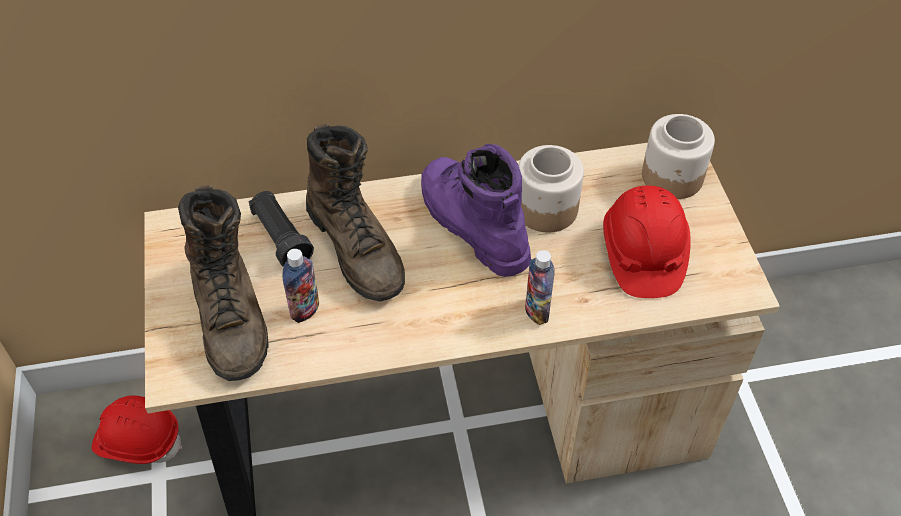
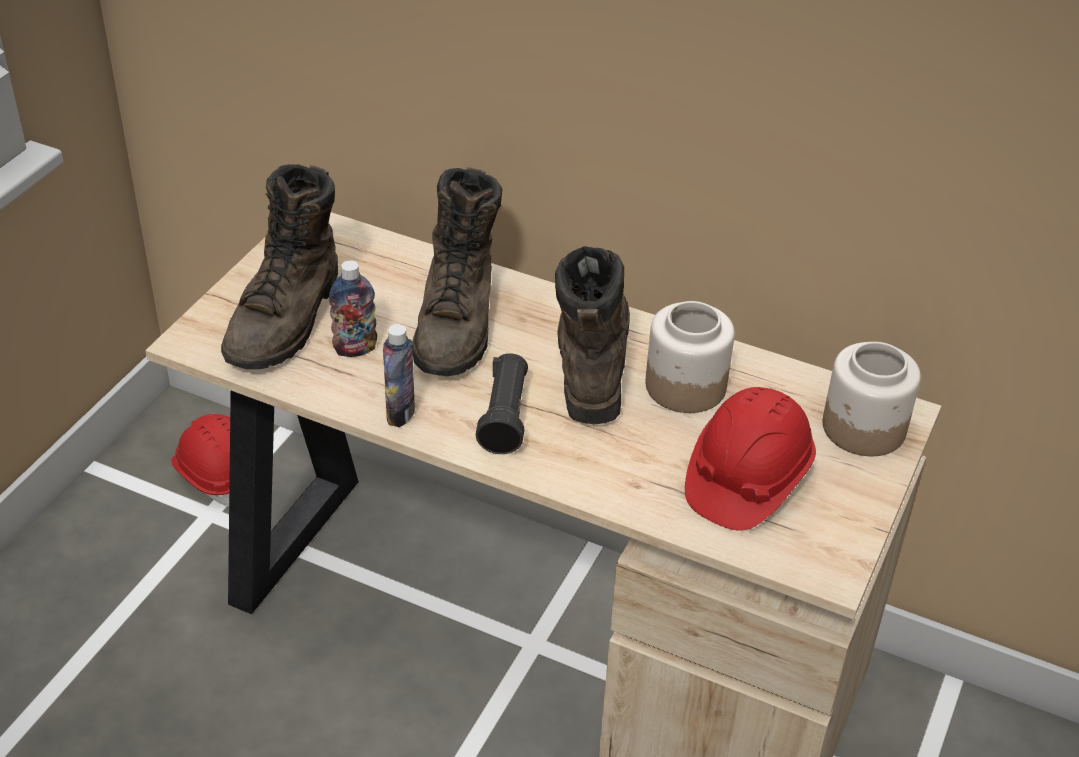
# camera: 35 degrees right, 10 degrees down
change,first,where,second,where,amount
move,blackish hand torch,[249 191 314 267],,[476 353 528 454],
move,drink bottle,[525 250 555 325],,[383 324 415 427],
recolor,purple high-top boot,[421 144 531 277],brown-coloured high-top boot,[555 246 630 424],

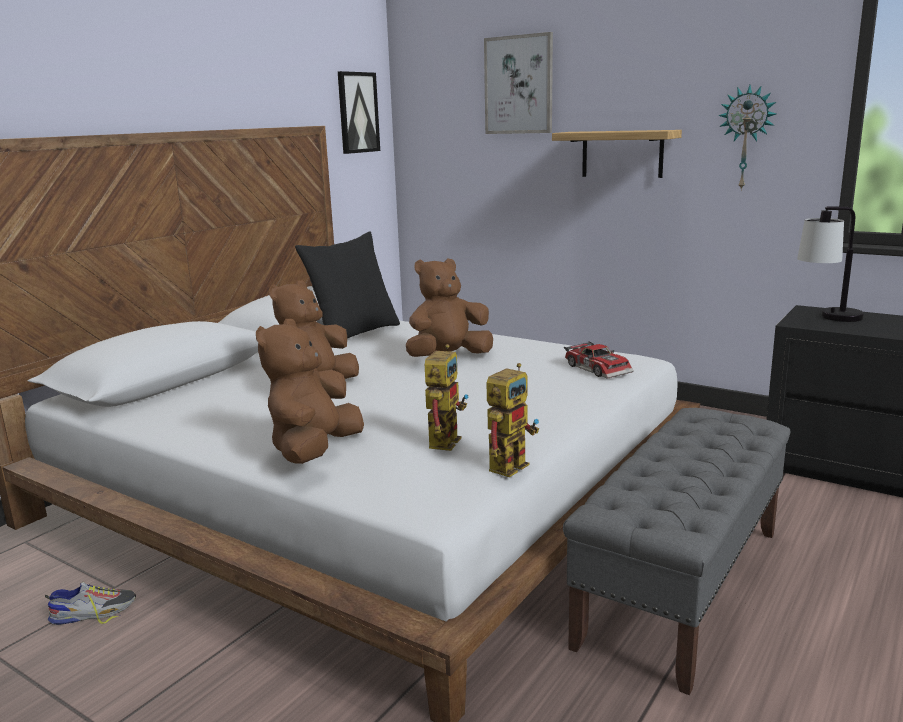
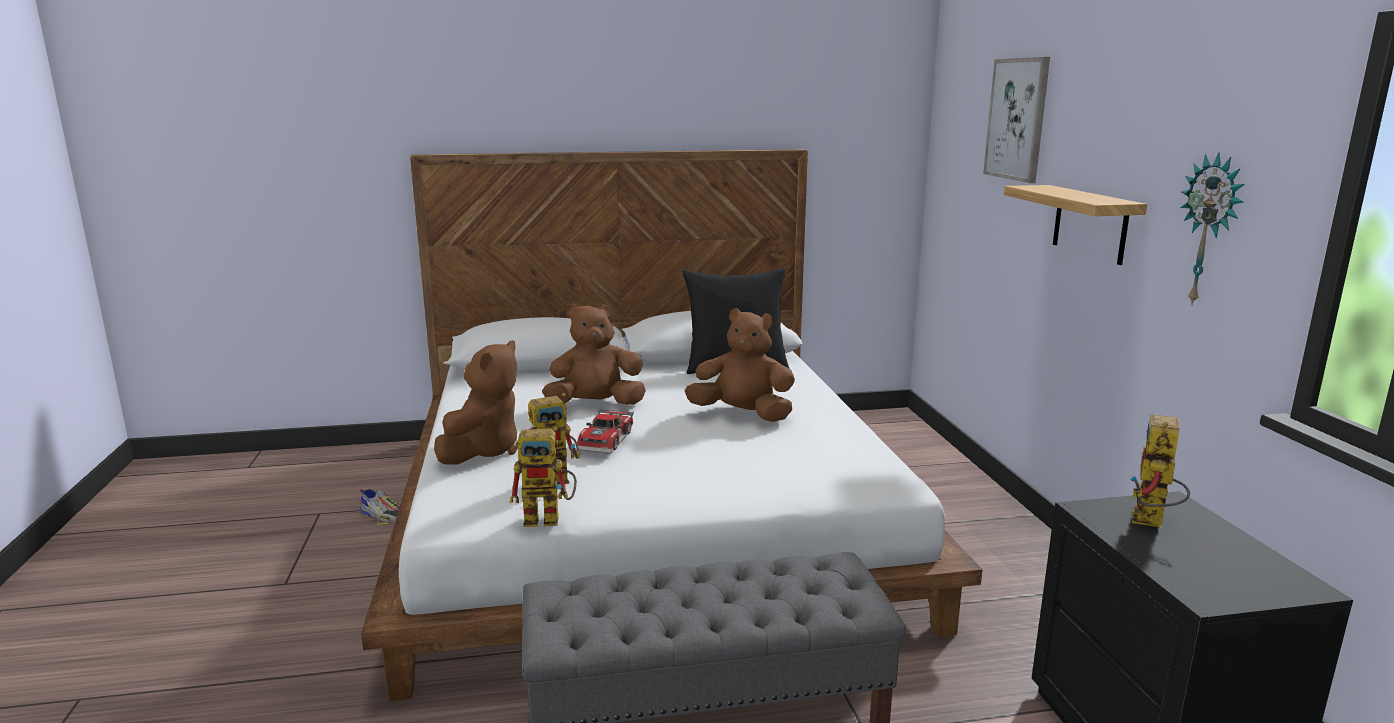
# camera: 45 degrees right, 0 degrees up
change,first,where,second,where,amount
delete,picture,[338 71 380 154],,,
move,model car,[564 341 634 379],,[575 409 634 454],
replace,tabletop lamp,[797 206 864 322],model robot,[1130 414 1190 527],
rotate,brown-coloured cuddly toy,[256 319 364 464],,[434 340 517 465],135 degrees clockwise

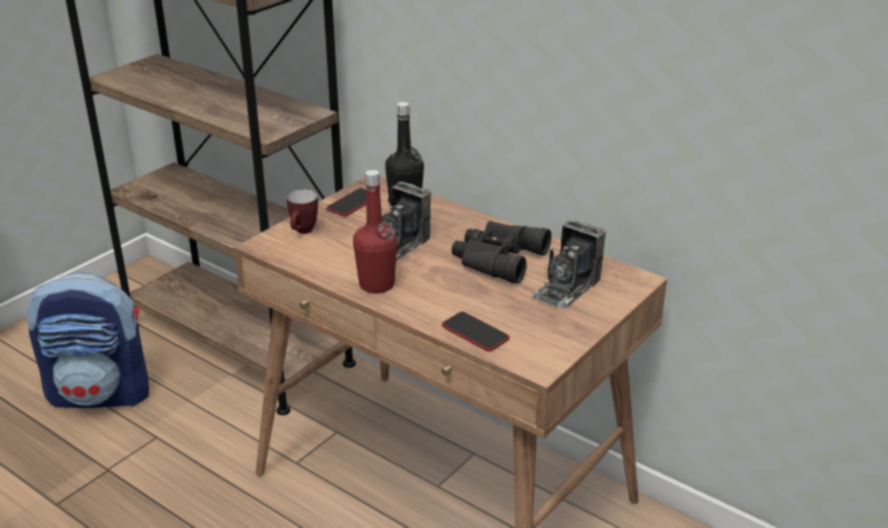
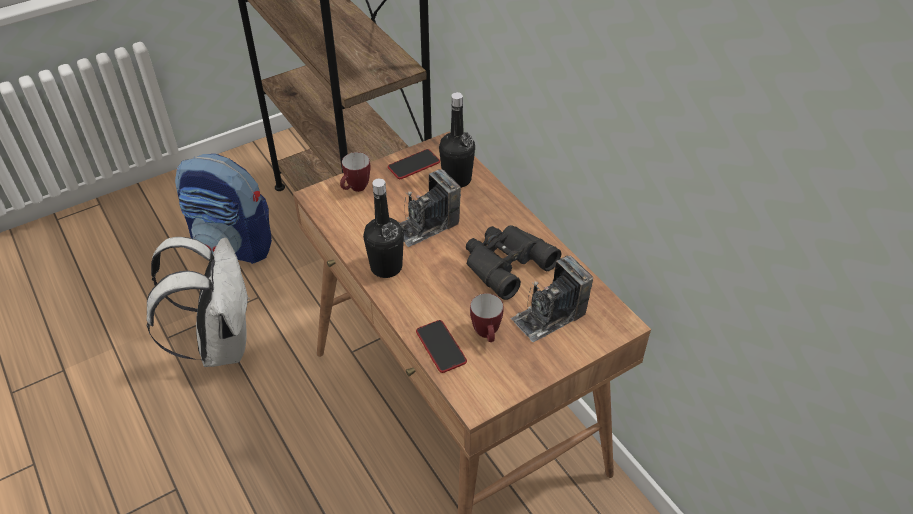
# camera: 20 degrees right, 15 degrees up
change,first,where,second,where,amount
insert,,,white-coloured rucksack,[146 237 250 367],
insert,,,tea mug,[470 293 503 342],
recolor,reddish drink bottle,[353 170 397 293],blackish drink bottle,[363 178 404 278],

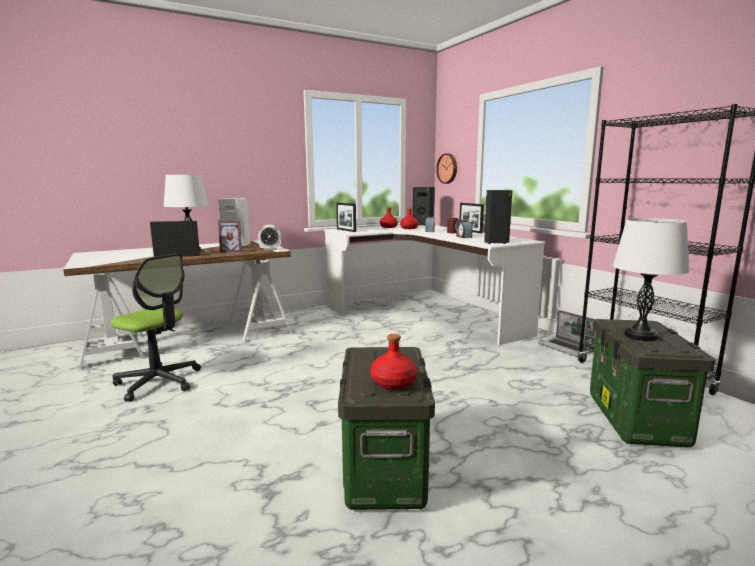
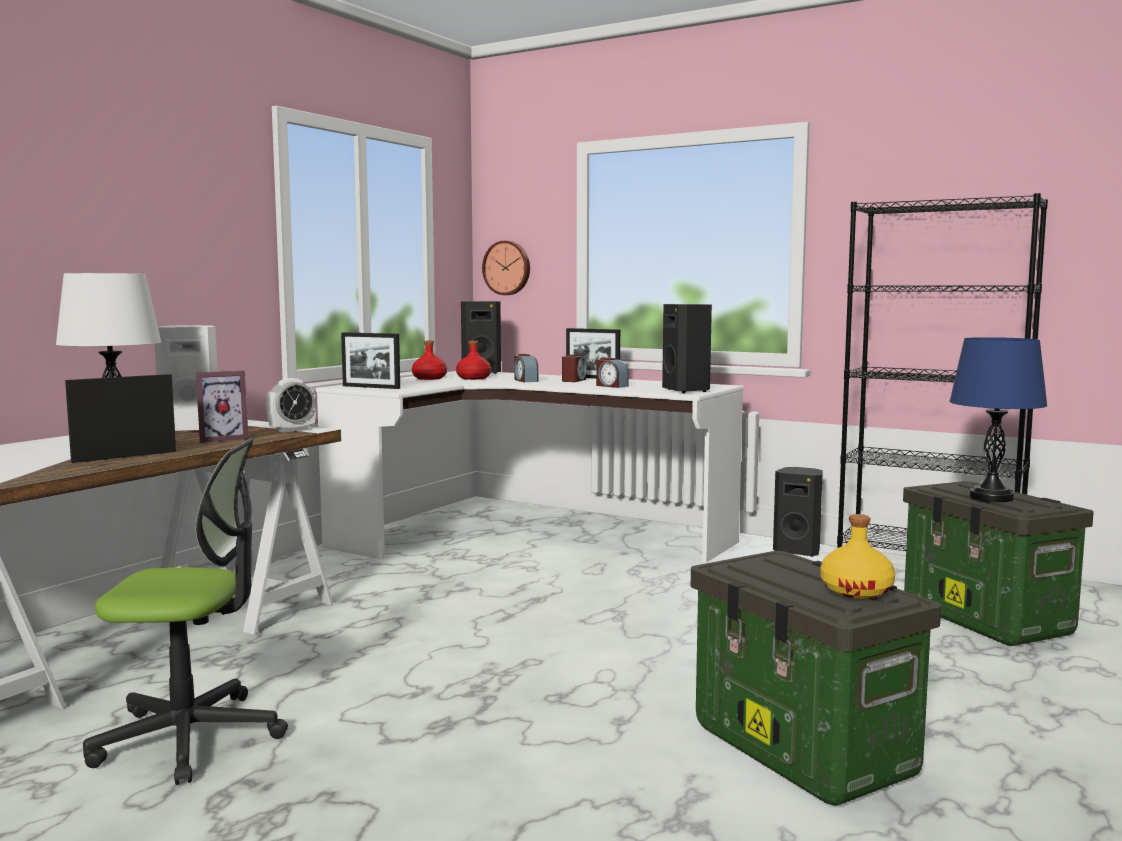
# camera: 30 degrees left, 5 degrees down
change,first,where,second,where,amount
replace,laptop,[538 310 596 357],blackish audio speaker,[773 467 823 557],
recolor,reddish drink bottle,[370 334 417 390],yellow drink bottle,[820 514 895 599],
recolor,white-coloured tabletop lamp,[613 218 689 341],blue-coloured tabletop lamp,[949 337 1047 502],

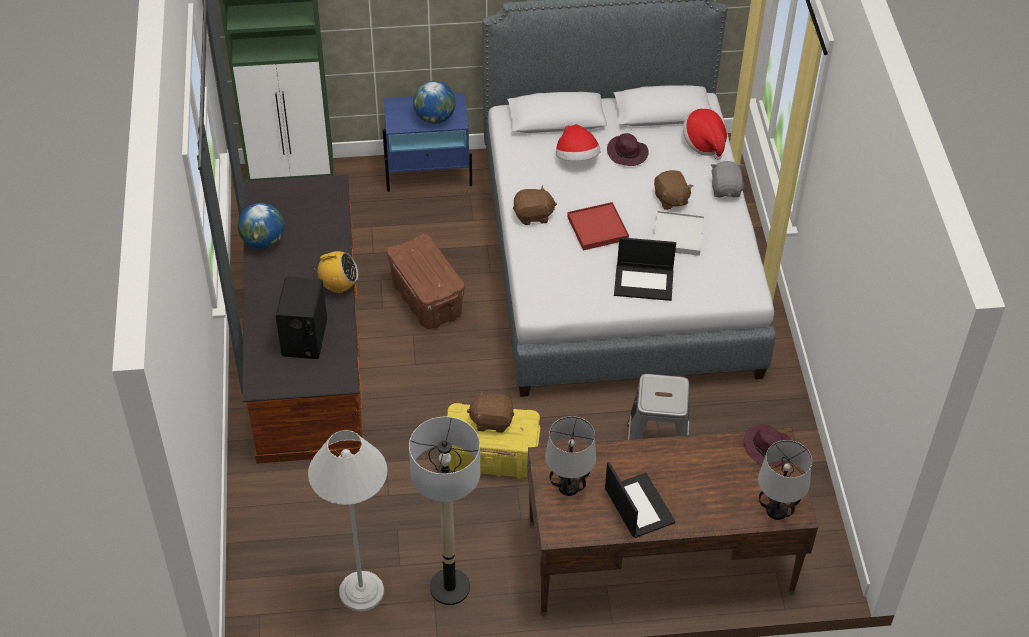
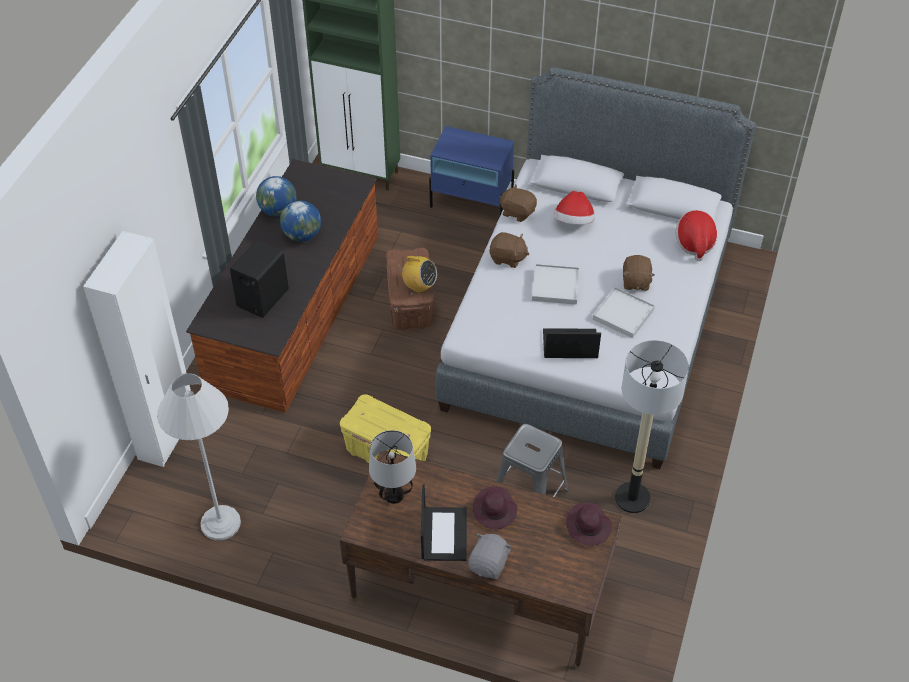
# camera: 25 degrees right, 0 degrees up
change,first,where,second,where,amount
delete,tabletop lamp,[758 440 812 520],,,
insert,,,white-coloured clothes cupboard,[83 231 191 467],
move,radio,[314 251 358 294],,[398 256 437 293],
move,standard lamp,[409 417 480 605],,[615 340 689 513],
move,world globe,[413 81 456 124],,[280 201 321 242],
move,brown-coloured cuddly toy,[467 390 514 433],,[499 185 537 222],
move,purple hat,[607 133 649 166],,[473 487 517 529],
move,gray cuddly toy,[711 161 744 197],,[468 533 512 579],
recolor,reddish tray,[567 202 629 250],white-coloured tray,[532 264 580 305],
rotate,laptop,[614 237 676 301],,[543 328 601 358],150 degrees clockwise

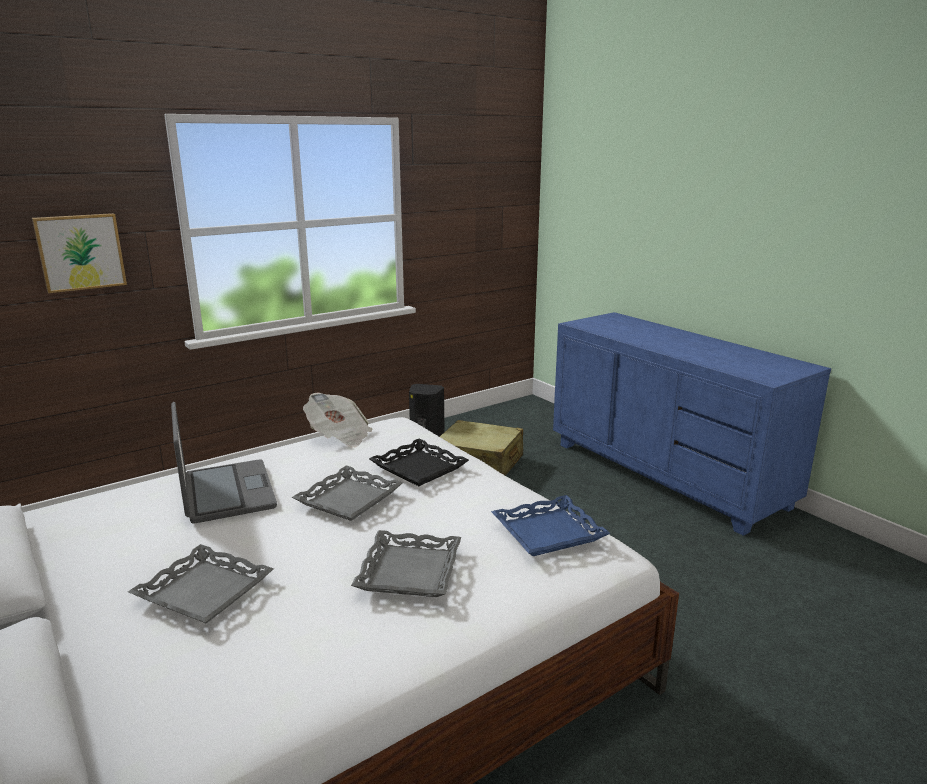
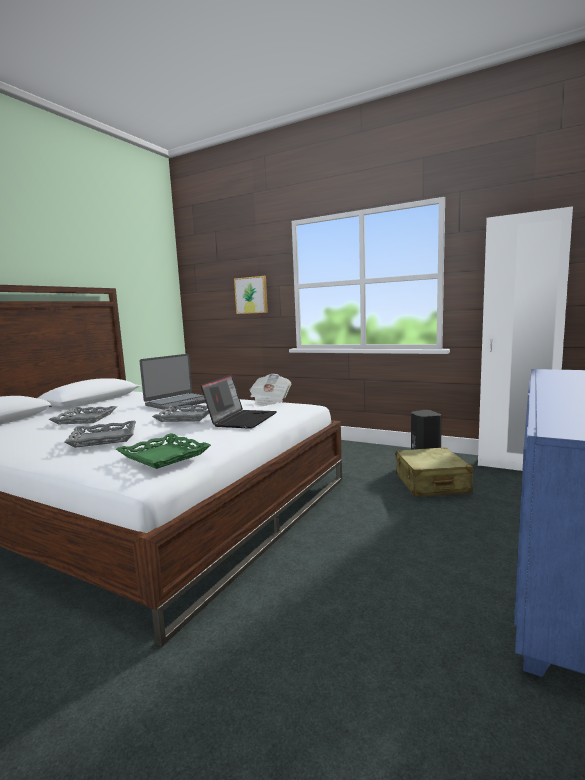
# camera: 65 degrees right, 10 degrees down
change,first,where,second,where,amount
insert,,,white-coloured clothes cupboard,[478 206 573 471],
replace,blackish tray,[369 439 469 486],laptop,[201 375 277 429],
recolor,blue-coloured tray,[491 495 610 556],green tray,[116 433 211 469],

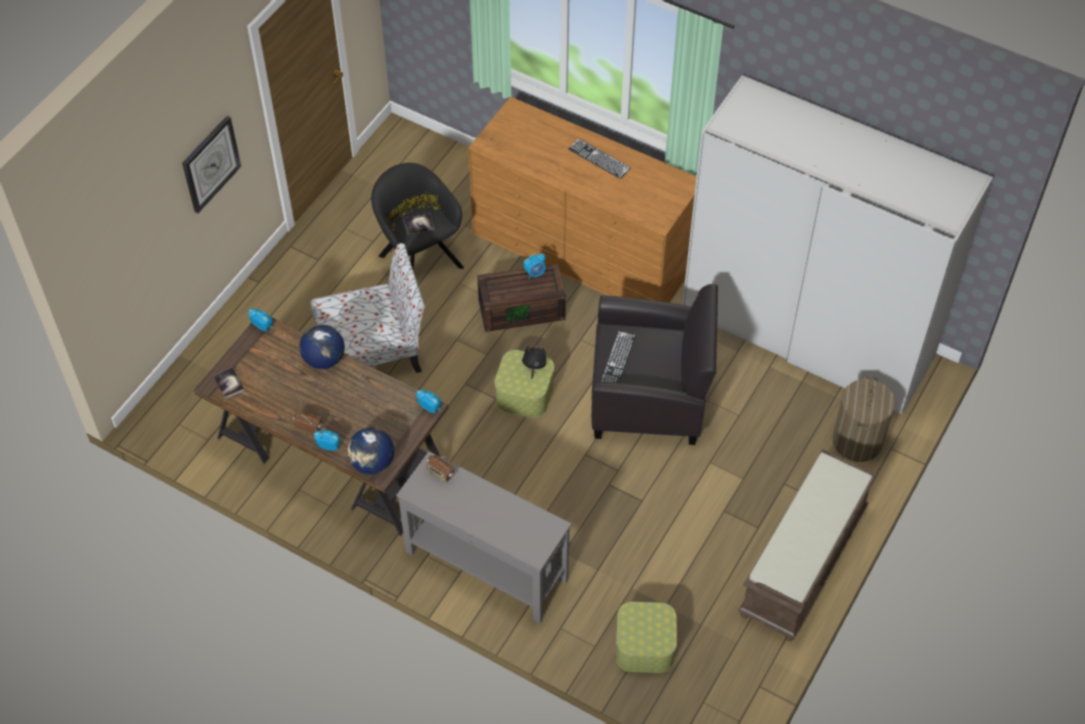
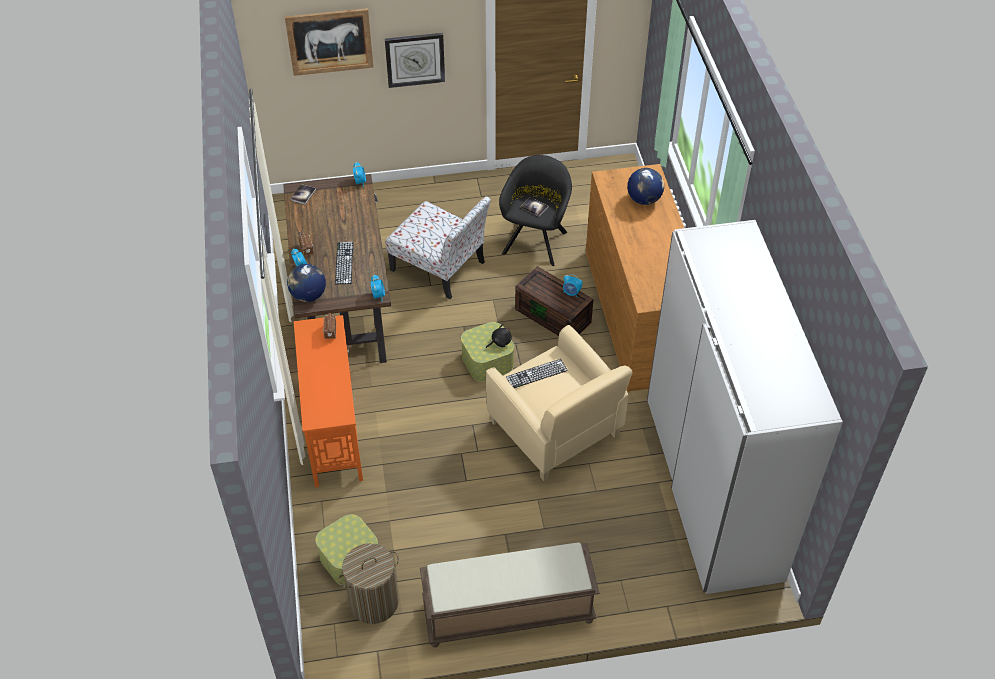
# camera: 50 degrees right, 5 degrees down
change,first,where,second,where,amount
insert,,,picture,[285 8 374 76],
move,world globe,[300 324 345 369],,[627 168 664 205],
move,keyboard,[568 138 631 179],,[335 242 353 284],
move,laundry basket,[832 376 895 462],,[339 543 399 624],
recolor,gray hall table,[396 451 571 623],orangey hall table,[294 315 363 487],
recolor,blackish armchair,[591 284 718 445],beige-coloured armchair,[486 325 633 481],

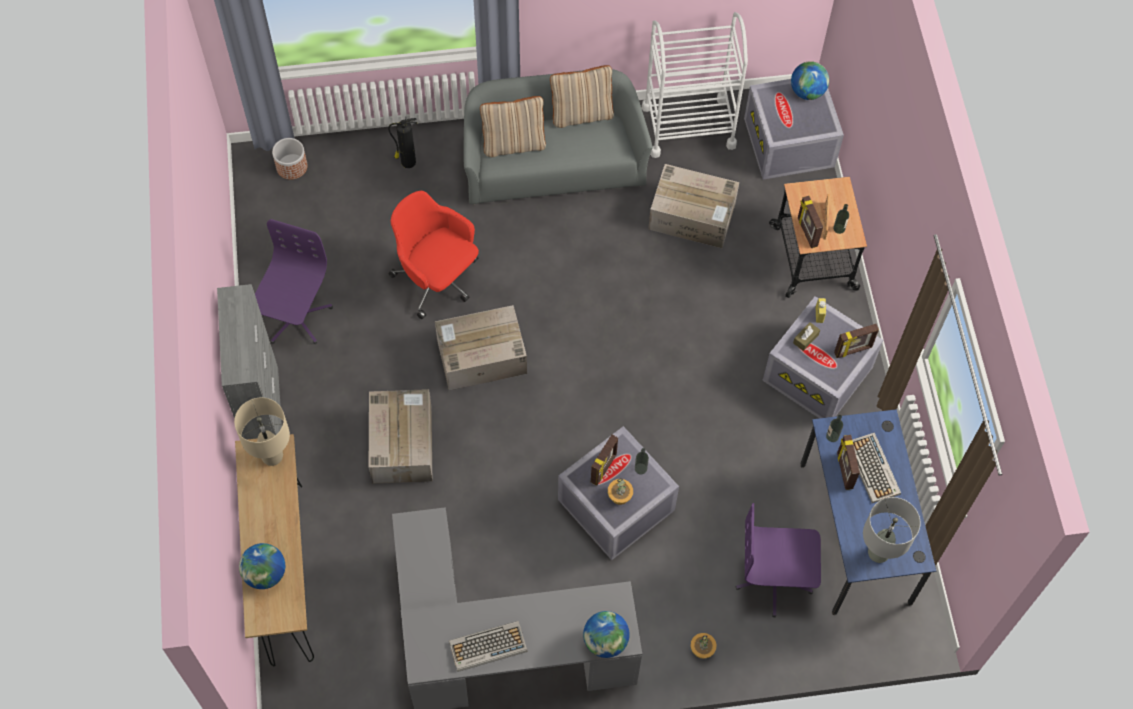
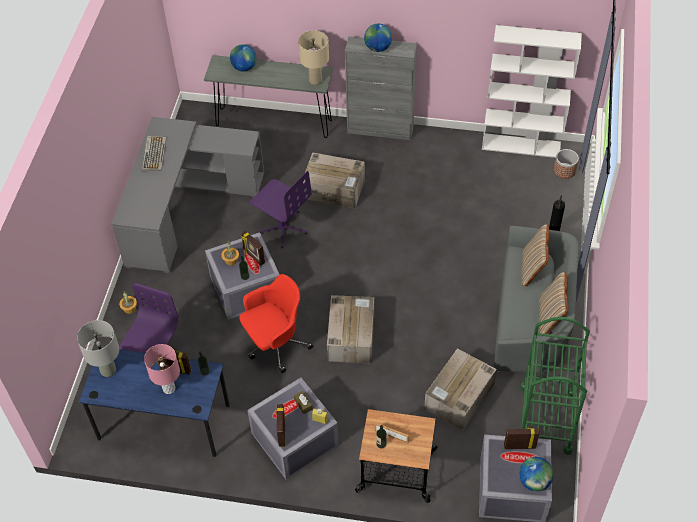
# camera: 110 degrees right, 10 degrees down
change,first,where,second,where,amount
insert,,,white-coloured shelving unit,[482 25 582 158],
move,purple desk chair,[255 219 333 344],,[250 171 311 248],
move,reddish desk chair,[388 191 479 319],,[239 274 313 373],
move,cardboard box,[435 305 527 390],,[327 295 374 363],
move,world globe,[583 611 630 658],,[364 23 392 52],
move,standing frame,[798 196 823 248],,[504 428 539 449],
replace,keyboard,[853 433 901 503],pink tabletop lamp,[144 344 180 394],
recolor,brown-coloured hall table,[235 434 314 667],gray hall table,[204 55 333 138],
recolor,white-coloured cart,[642 12 748 158],green cart,[520 317 590 455],

